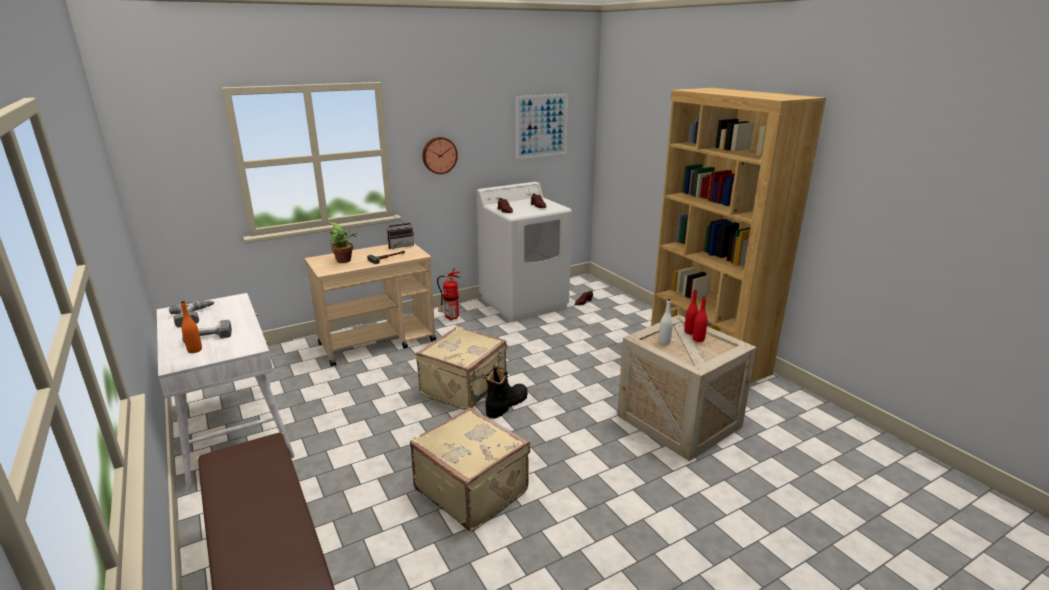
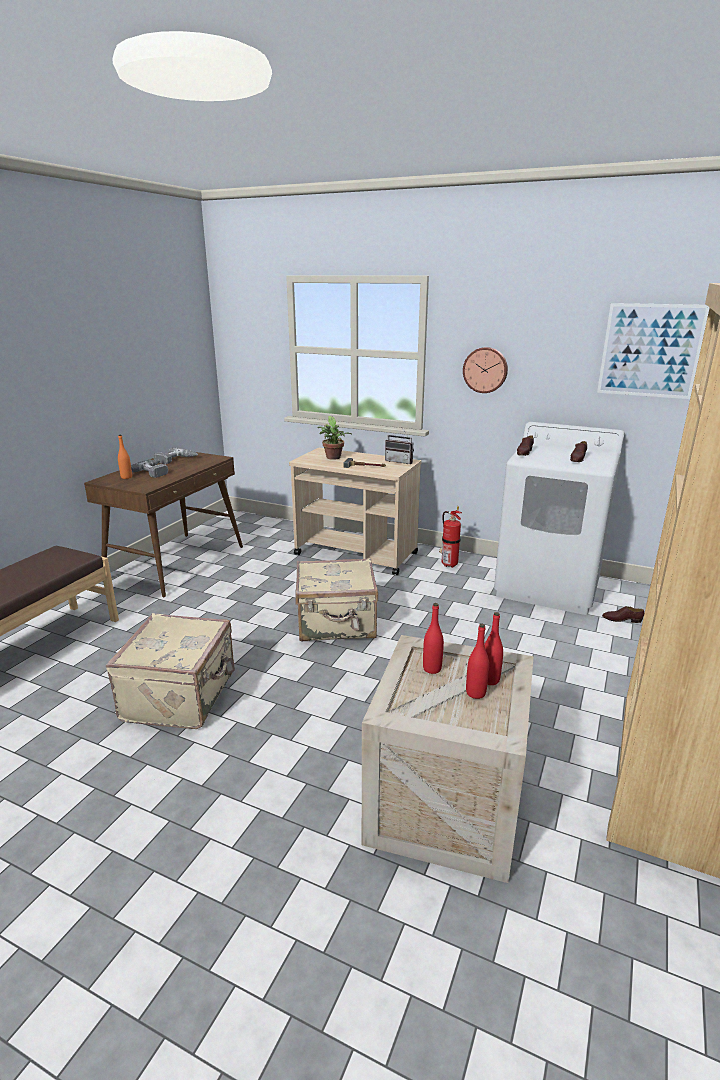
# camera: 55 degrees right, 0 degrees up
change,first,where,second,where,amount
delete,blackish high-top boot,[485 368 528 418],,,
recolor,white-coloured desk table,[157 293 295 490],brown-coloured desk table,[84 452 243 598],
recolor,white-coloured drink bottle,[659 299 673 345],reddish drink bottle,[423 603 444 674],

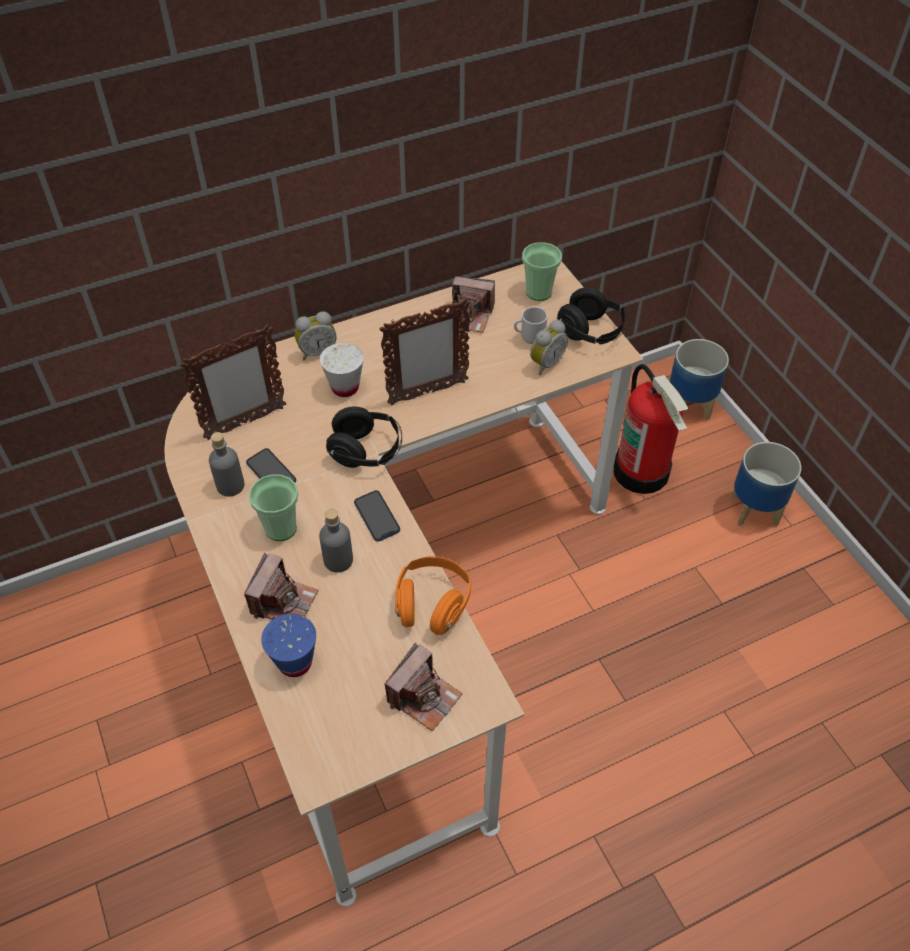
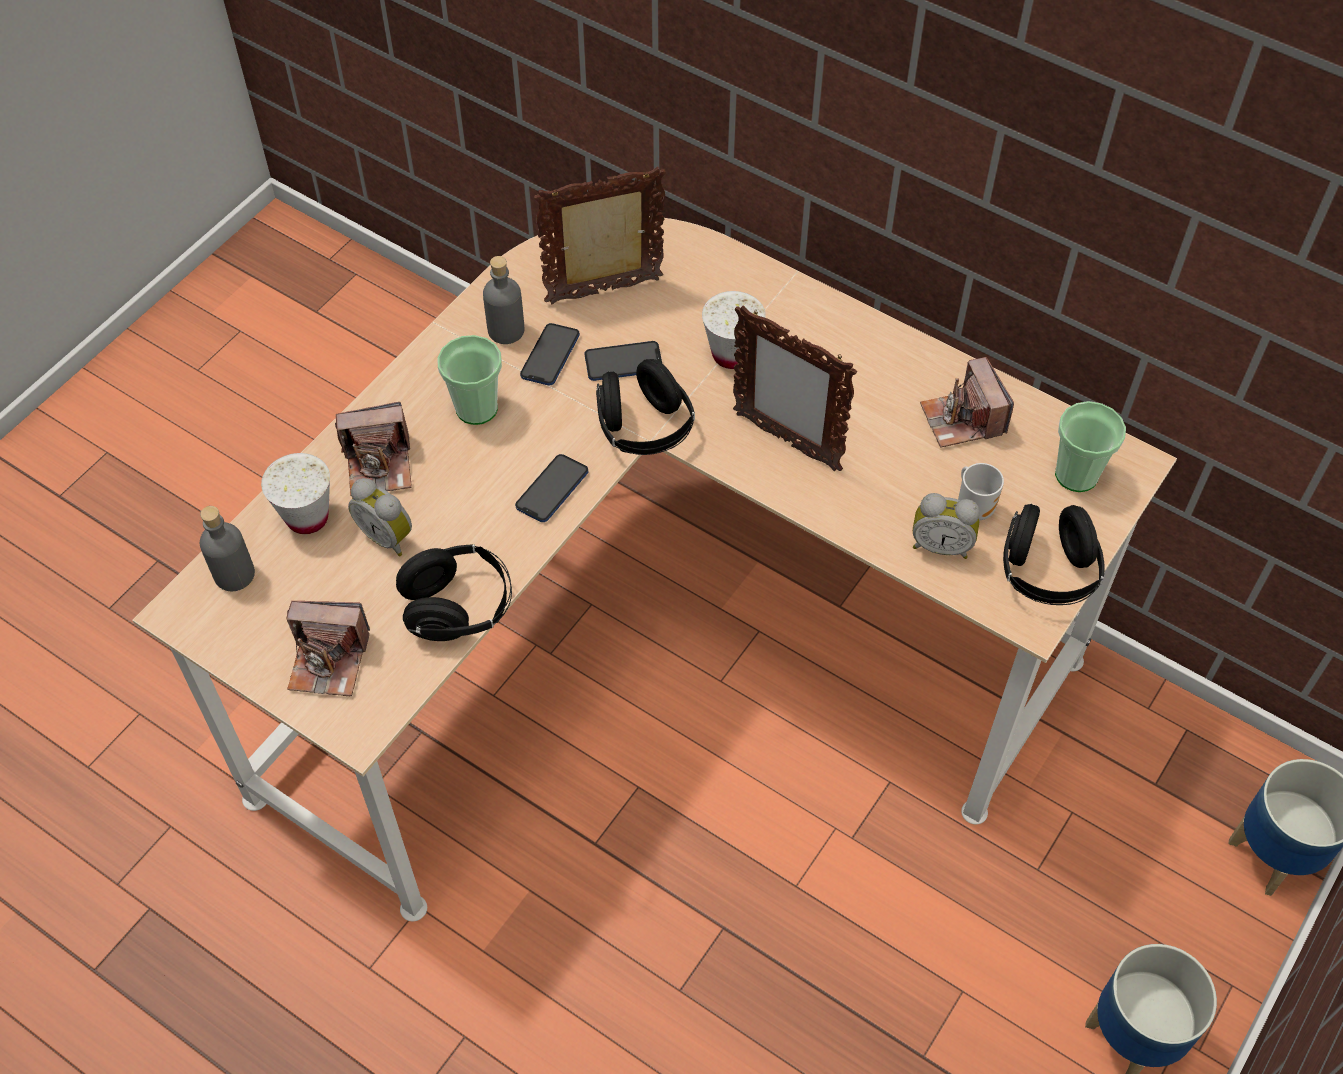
# camera: 60 degrees right, 5 degrees up
change,first,where,second,where,amount
delete,fire extinguisher,[613 364 689 494],,,
insert,,,phone,[584 341 662 381],
move,table clock,[295 311 337 360],,[348 478 412 556],
move,gray drink bottle,[319 508 353 573],,[200 506 255 591],
recolor,blue-coloured small cup,[261 614 316 677],white-coloured small cup,[261 453 330 534],
recolor,orangey pair of headphones,[395 556 471 635],blackish pair of headphones,[396 544 512 641],
rotate,standing frame,[179 324 286 440],,[534 167 666 304],135 degrees clockwise

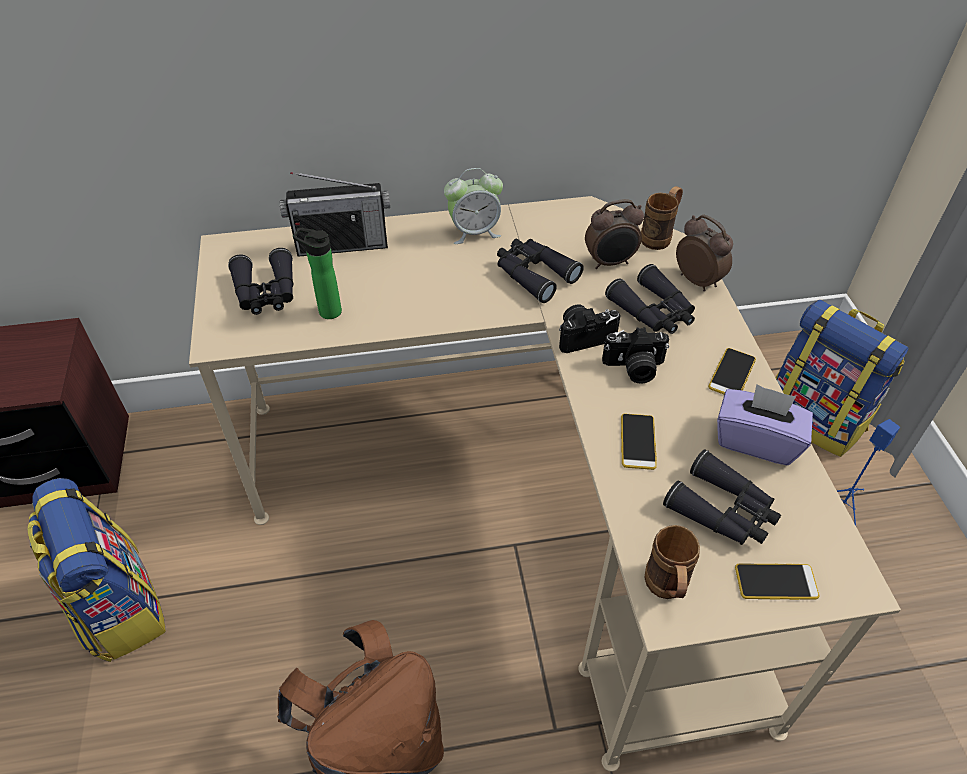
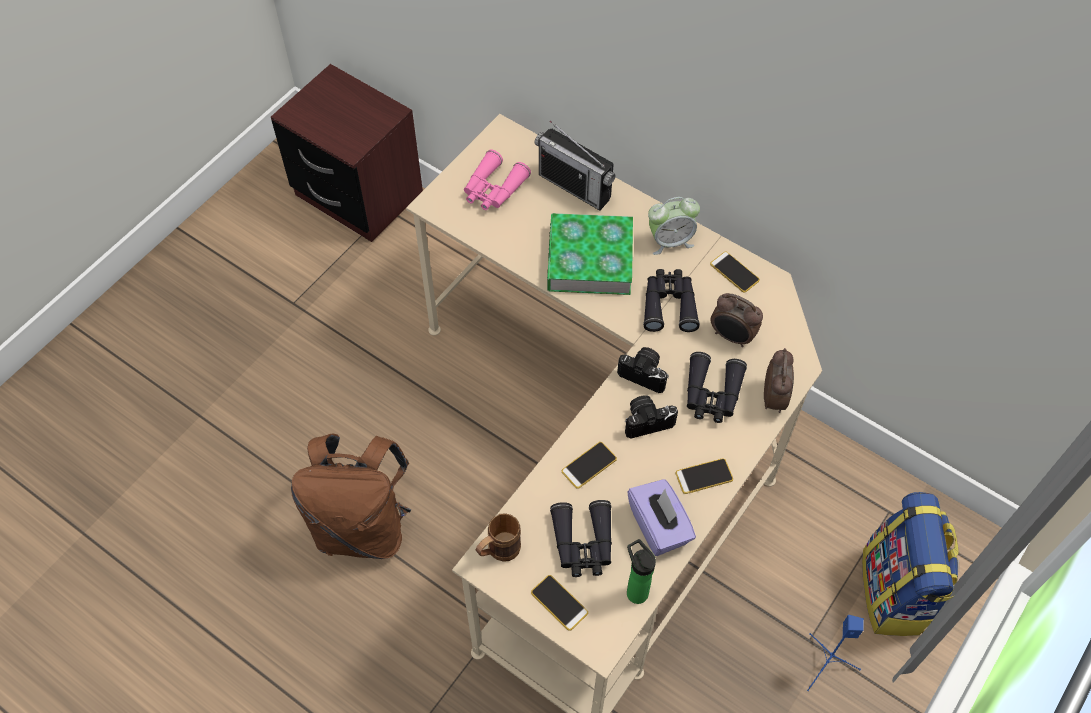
# camera: 45 degrees right, 10 degrees up
change,first,where,second,where,amount
delete,rucksack,[27 478 166 662],,,
delete,brown-coloured tea mug,[641 186 683 250],,,
insert,,,book,[547 213 633 295],
insert,,,phone,[710 252 760 293],
move,drink bottle,[293 227 342 319],,[627 539 656 604],
recolor,blackish pair of binoculars,[228 248 293 315],pink pair of binoculars,[464 149 531 210],
rotate,table clock,[444 168 503 244],,[648 197 700 255],45 degrees counterclockwise
rotate,photo camera,[602 327 669 384],,[625 395 678 438],120 degrees clockwise

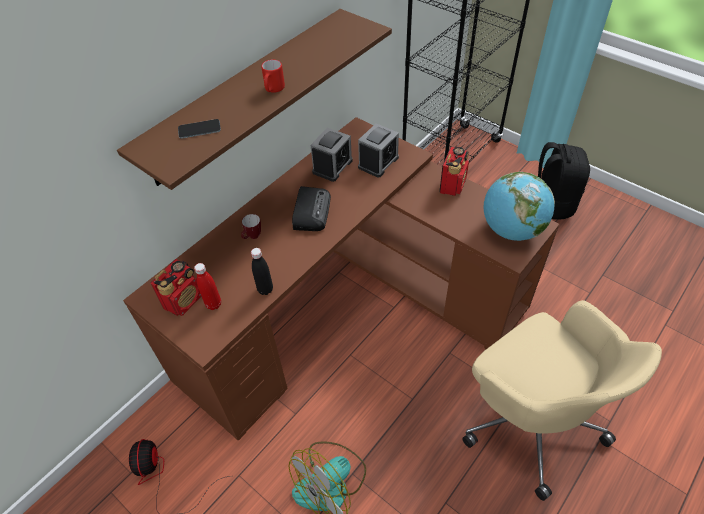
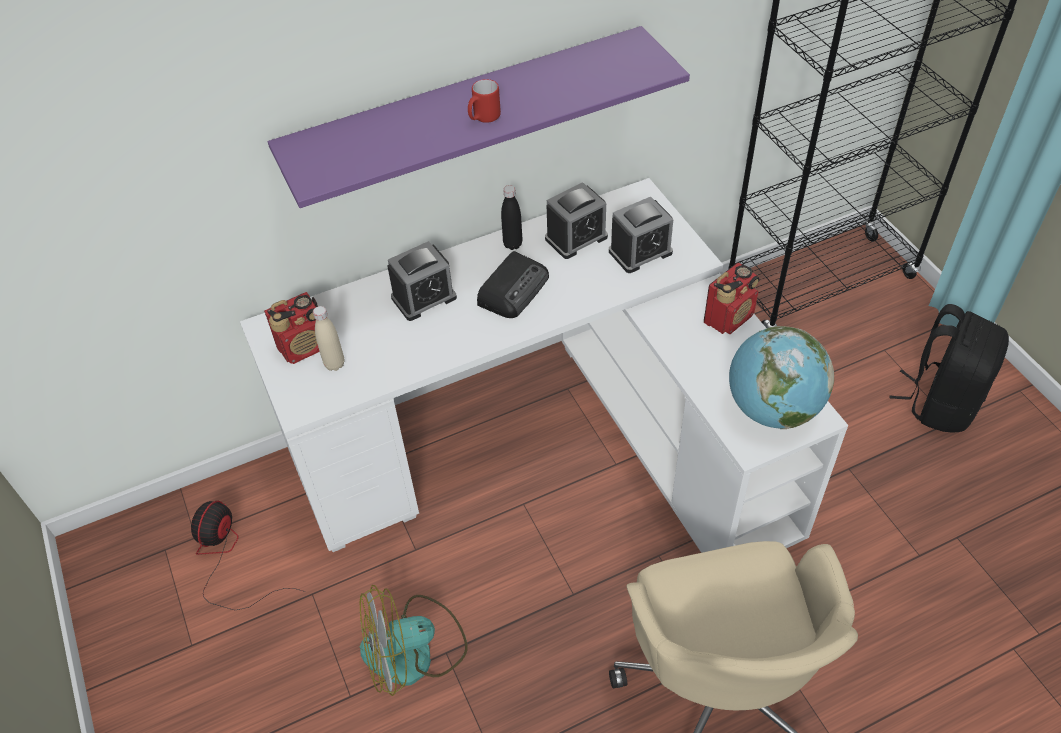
# camera: 25 degrees right, 0 degrees up
change,first,where,second,where,amount
delete,phone,[178 119 221 139],,,
move,blackish drink bottle,[251 248 273 295],,[501 185 522 250],
replace,tea mug,[241 214 261 239],table clock,[387 241 457 321],
recolor,brown-coloured wall shelf,[117 9 392 190],purple wall shelf,[268 26 690 208],
recolor,brown-coloured desk table,[123 117 559 440],white-coloured desk table,[240 178 848 553],
recolor,reddish drink bottle,[194 263 221 310],beige-coloured drink bottle,[313 306 345 371],

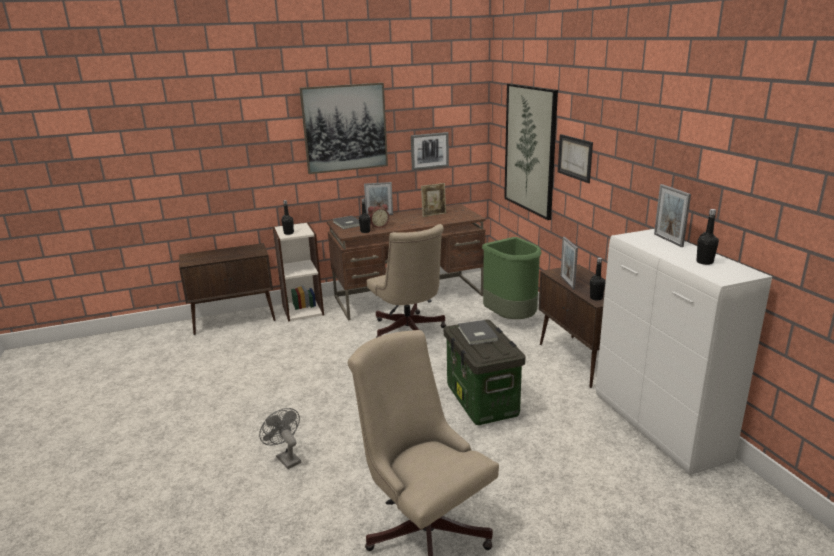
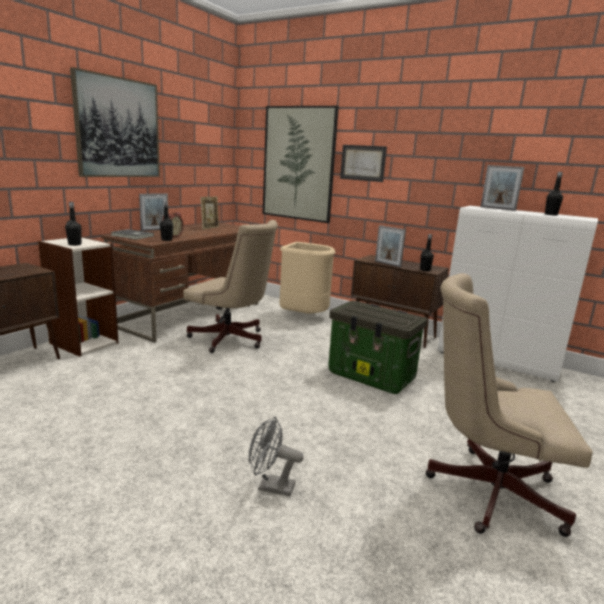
# camera: 40 degrees left, 5 degrees down
change,first,where,second,where,amount
delete,picture,[411 132 449 170],,,
delete,gray book,[458 320 499 345],,,
recolor,green trash can,[482 237 542 319],beige-coloured trash can,[279 242 336 314],

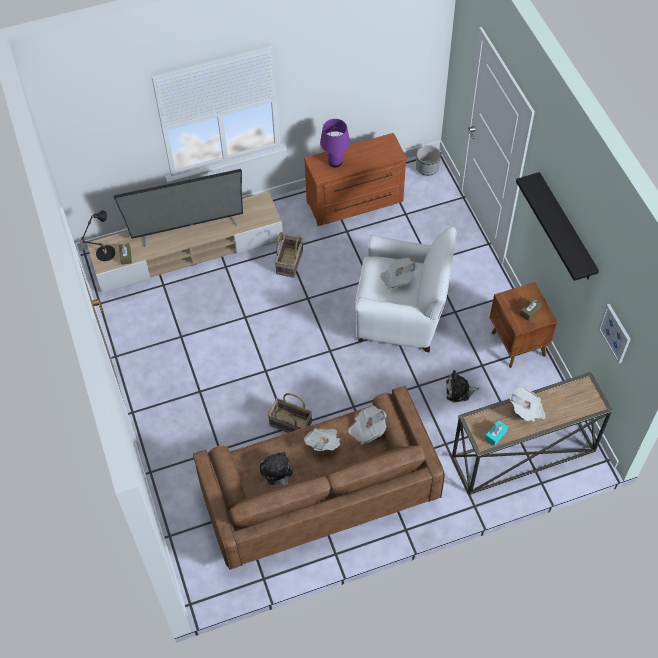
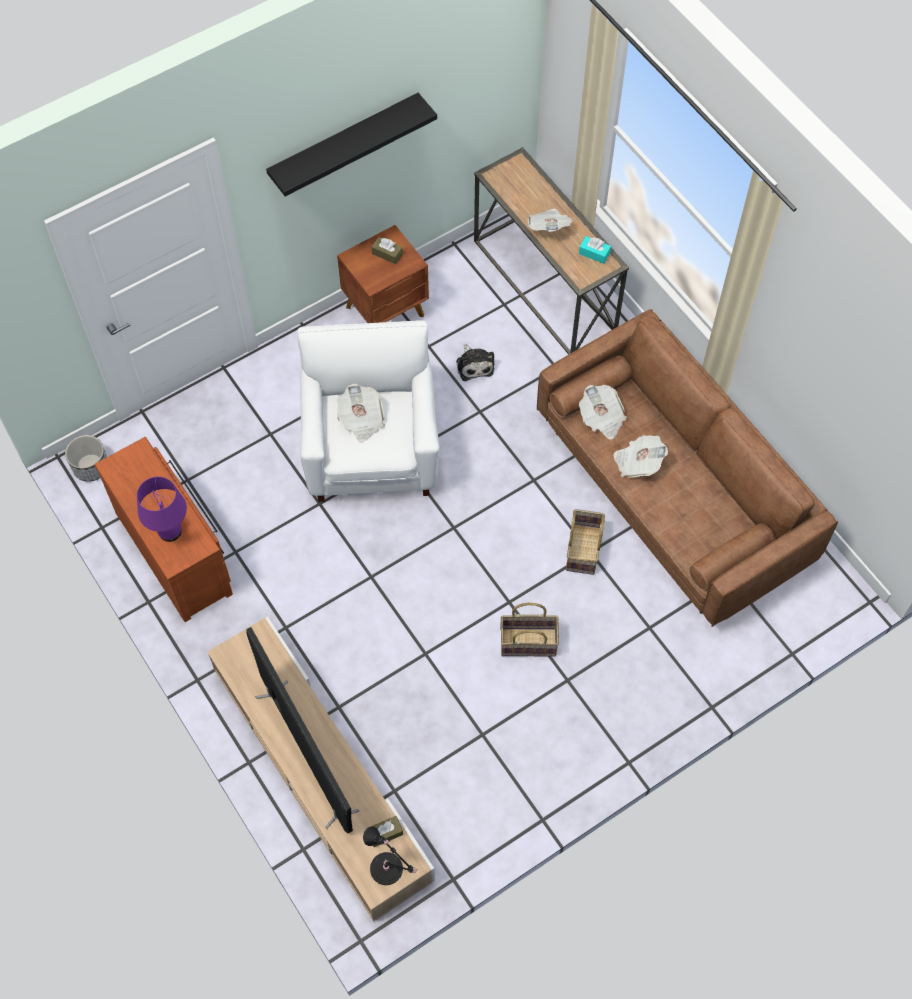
# camera: 105 degrees left, 5 degrees up
change,first,where,second,where,amount
delete,cuddly toy,[260 452 293 486],,,
delete,picture,[598 304 631 364],,,
move,storage basket,[275 232 303 278],,[501 603 559 656],

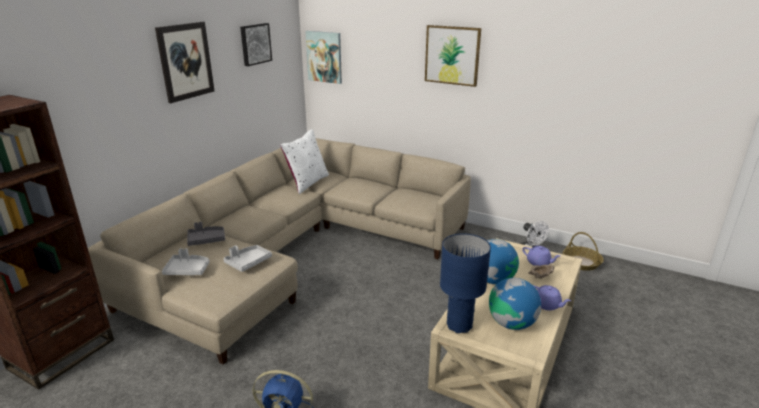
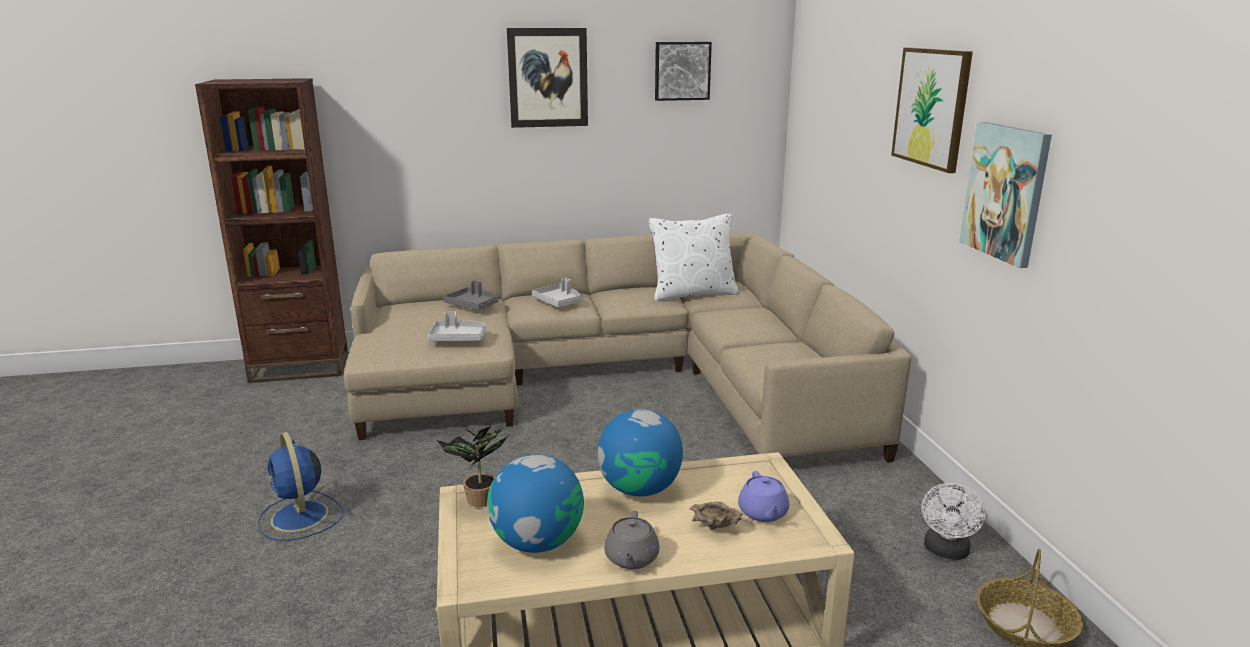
# camera: 50 degrees right, 5 degrees down
change,first,where,second,where,amount
move,gray tray,[162 248 209 275],,[532 278 581 307],
move,picture,[305 31 342 84],,[959 122 1052 268],
replace,blue-coloured tabletop lamp,[440 233 491 333],potted plant,[437 426 509 507],
recolor,purple tea pot,[533 285 571 310],gray tea pot,[604 511 660 569],

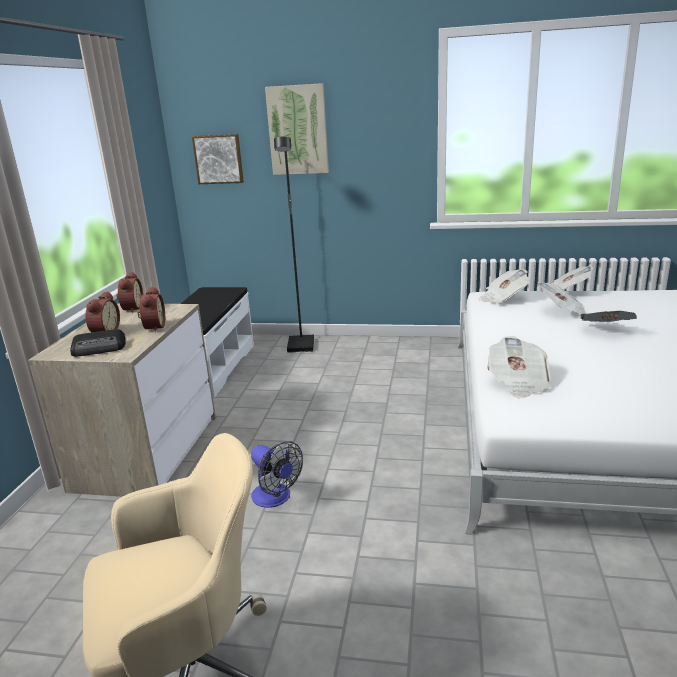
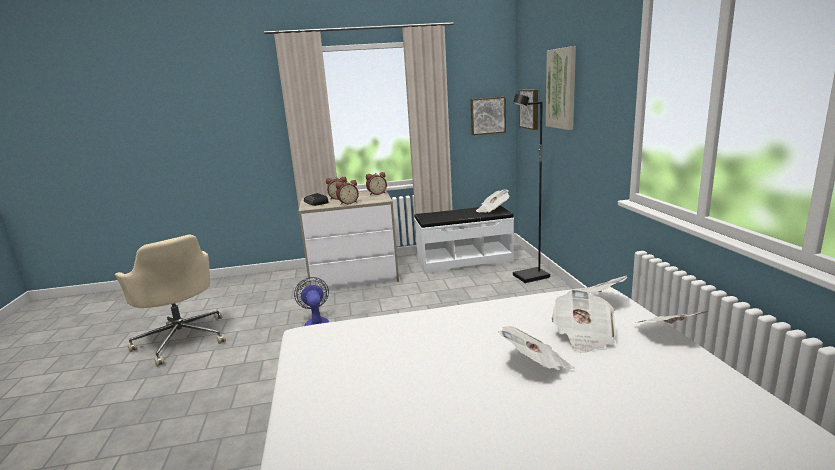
# camera: 70 degrees right, 5 degrees down
change,first,where,second,where,amount
insert,,,picture,[471 97 506 135],
move,daily paper,[487 336 551 399],,[476 189 510 213],
rotate,fan,[251 442 303 508],,[294 277 329 326],135 degrees clockwise

